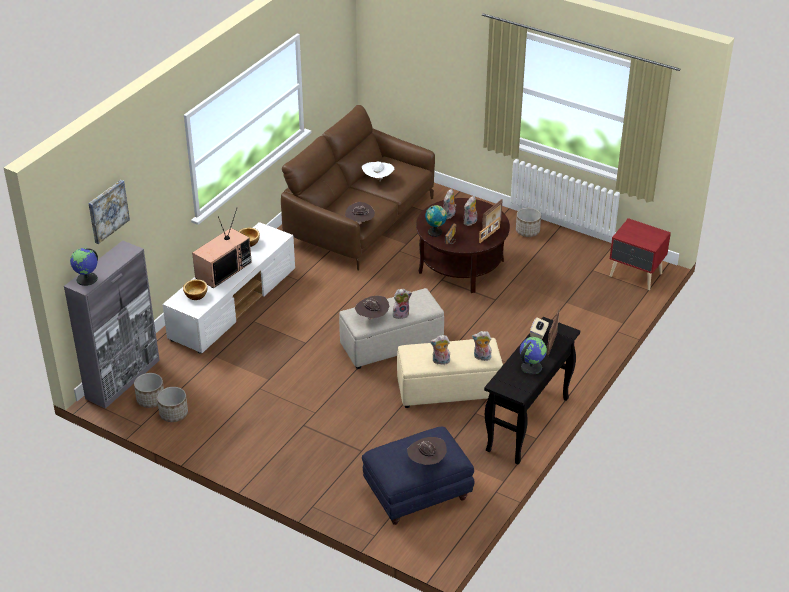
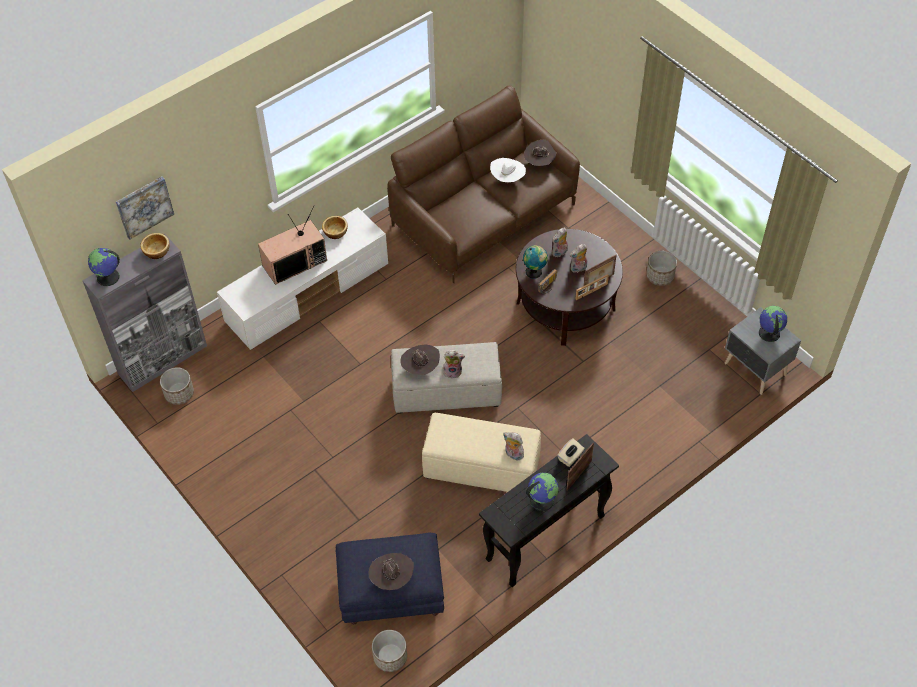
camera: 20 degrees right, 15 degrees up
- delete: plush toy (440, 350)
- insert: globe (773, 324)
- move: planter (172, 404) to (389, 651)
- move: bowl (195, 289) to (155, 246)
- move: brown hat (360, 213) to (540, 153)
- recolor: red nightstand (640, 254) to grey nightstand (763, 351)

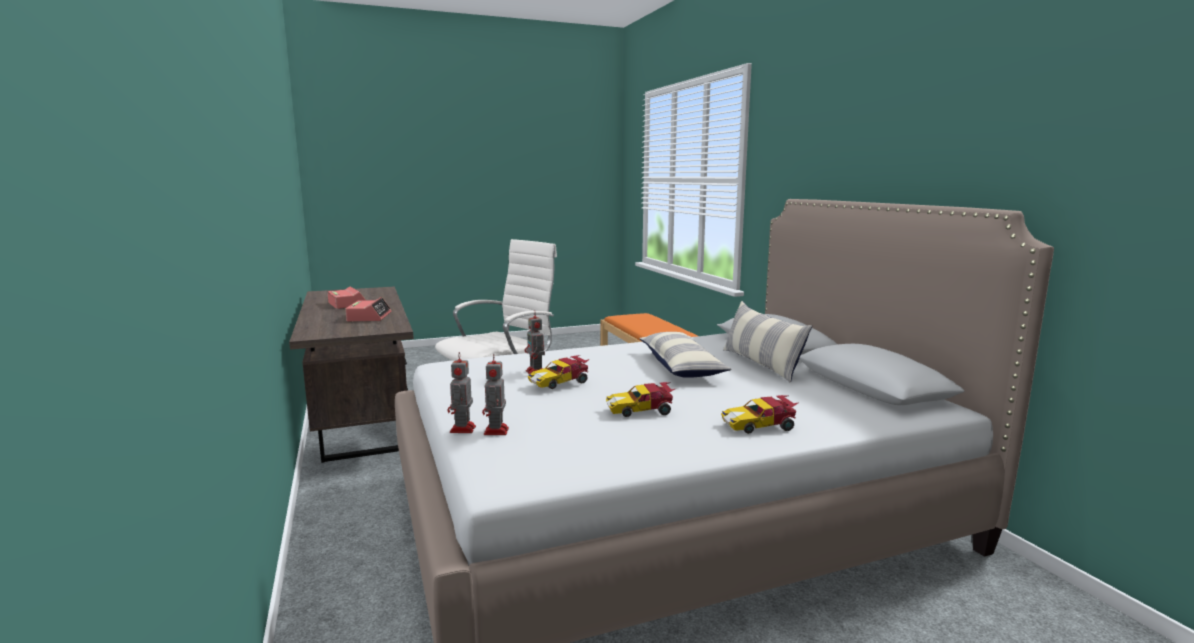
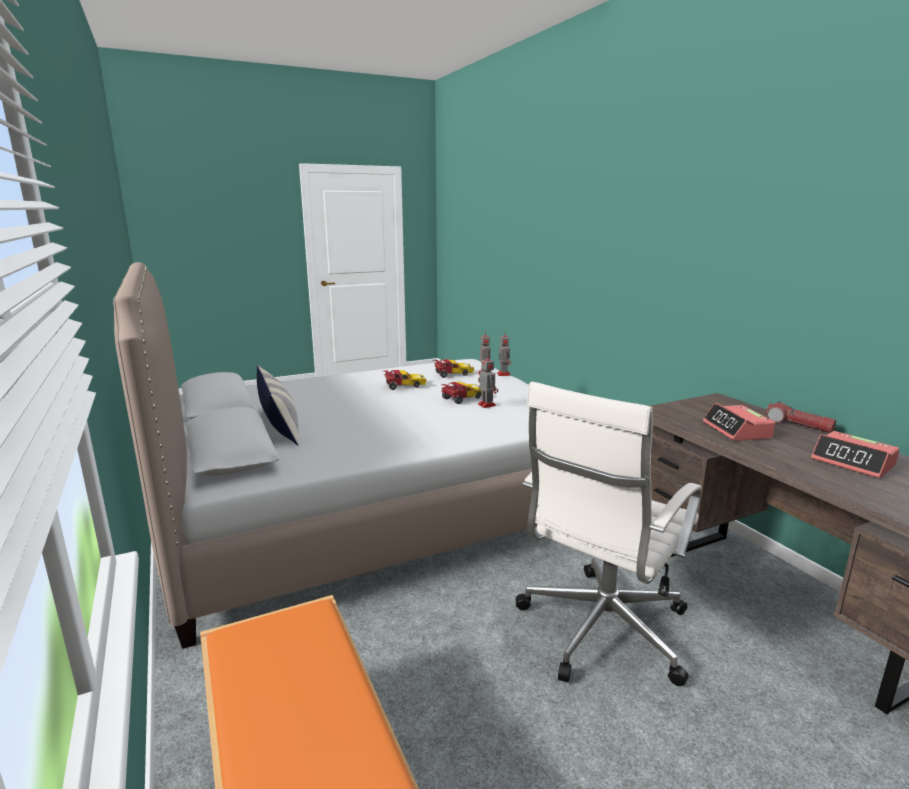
camera: 175 degrees right, 5 degrees up
- delete: pillow (685, 355)
- insert: flashlight (801, 417)
- move: toy car (760, 414) to (453, 368)

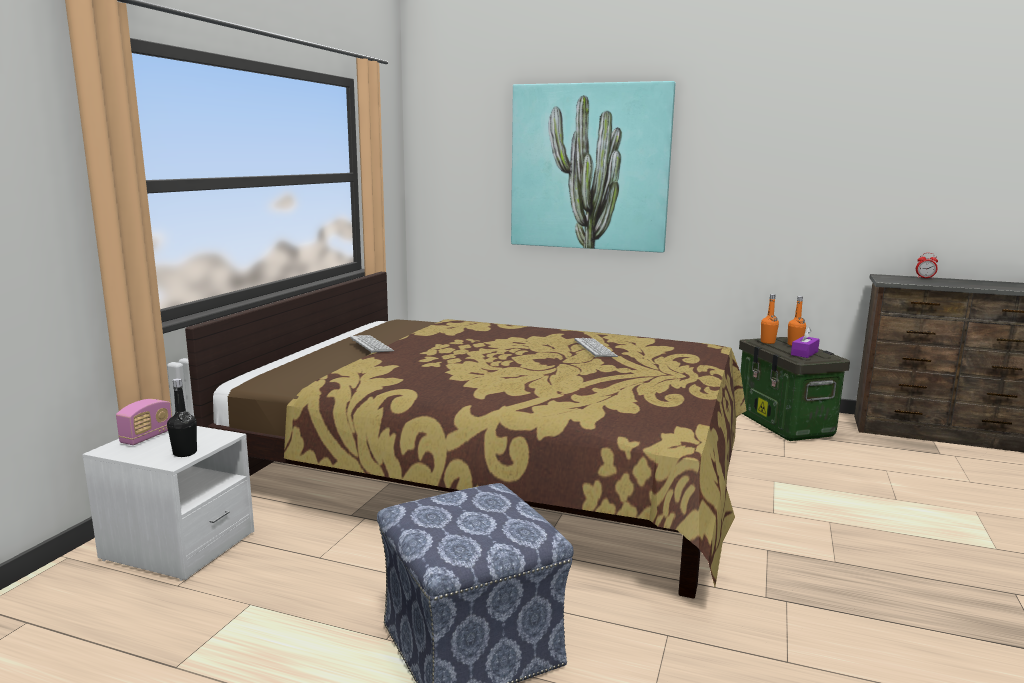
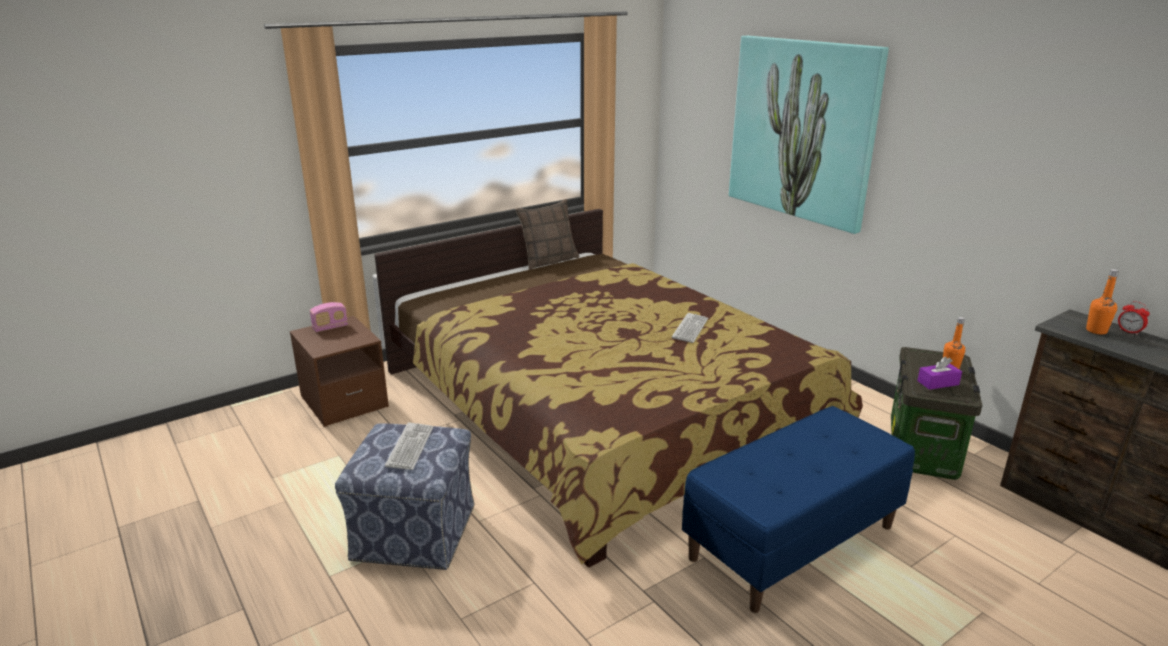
camera: 35 degrees right, 10 degrees up
- delete: black bottle (182, 417)
- insert: pillow (547, 234)
- insert: blue bench (798, 509)
- move: keyboard (372, 344) to (409, 446)
- move: orange bottle (770, 319) to (1102, 302)
- recolor: white nightstand (168, 503) to brown nightstand (339, 371)

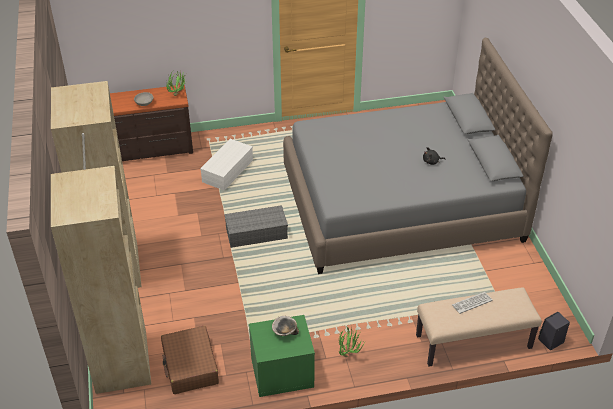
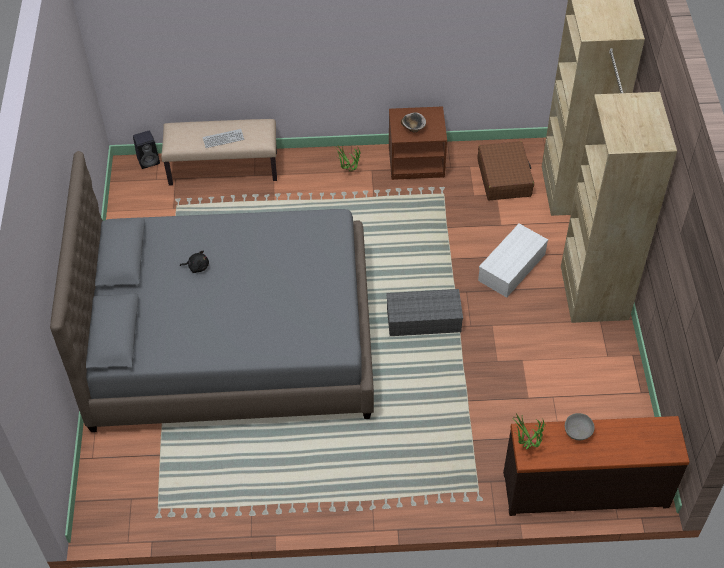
camera: 170 degrees left, 10 degrees up
- move: white storage box (226, 165) to (513, 261)
- recolor: green nightstand (282, 356) to brown nightstand (418, 143)

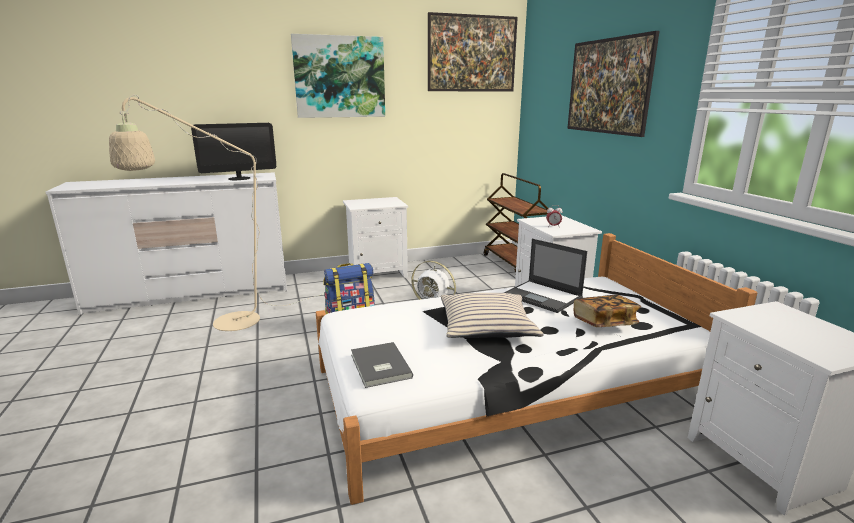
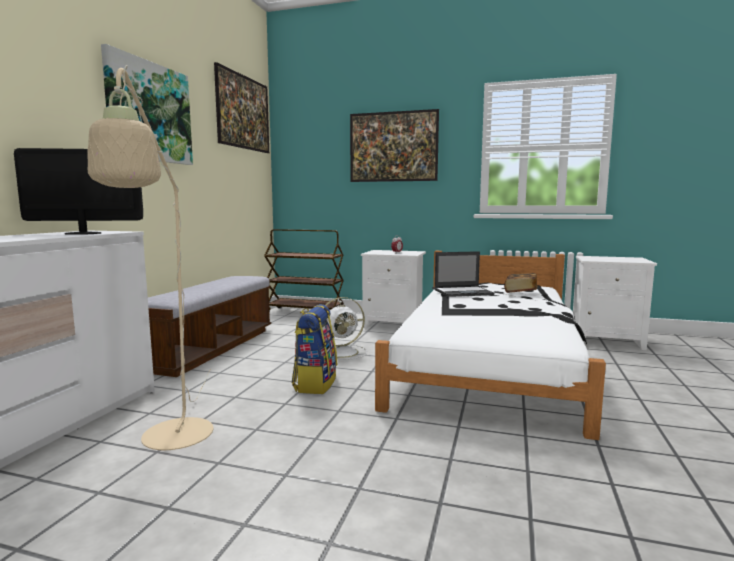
camera: 55 degrees left, 10 degrees down
- delete: grey book (382, 365)
- delete: beige pillow (492, 315)
- replace: white nightstand (375, 237) to bench (209, 326)
- rotate: monitor (233, 152) = (78, 191) 105 degrees counterclockwise

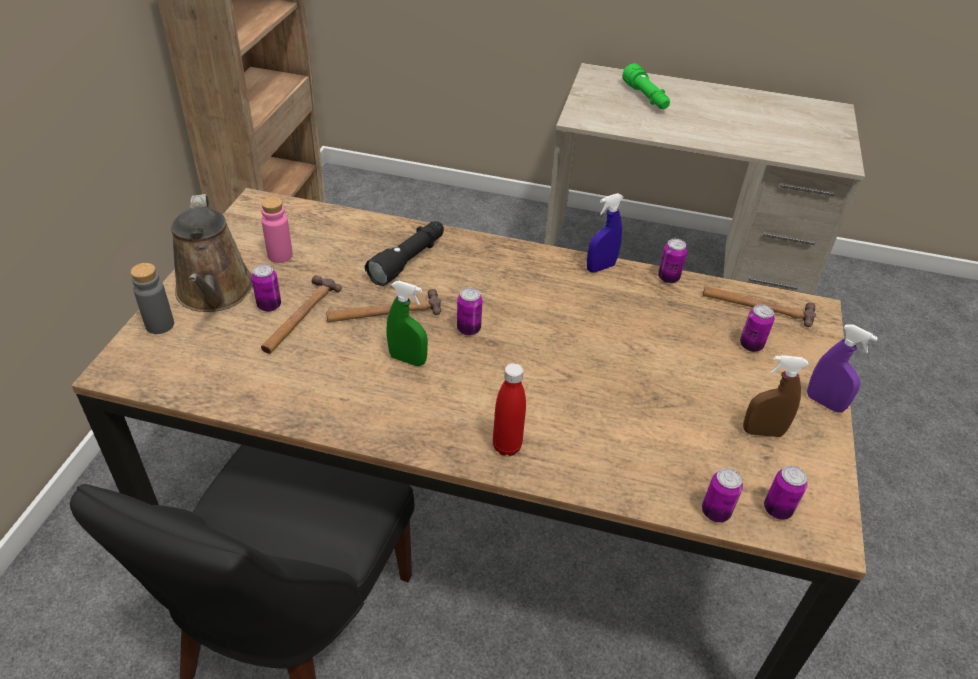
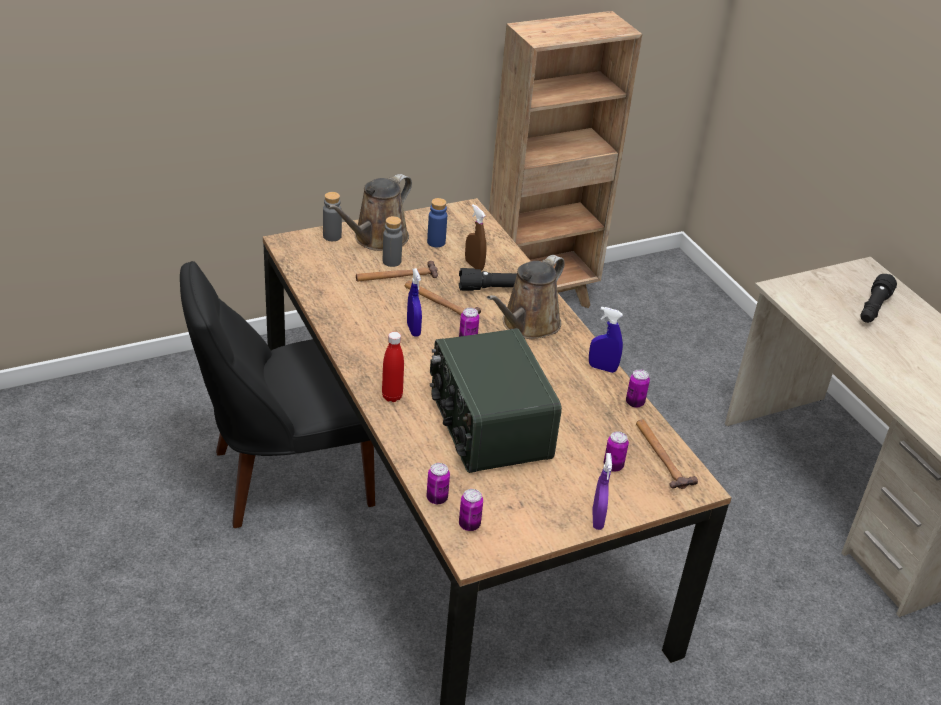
camera: 50 degrees right, 5 degrees down
- insert: radio (496, 400)
- insert: brown watering can (526, 297)
- move: brown spray bottle (776, 396) to (476, 237)
- replace: can (266, 288) to grey bottle (393, 241)
- recolor: pink bottle (277, 230) to blue bottle (437, 222)
- recolor: green spray bottle (407, 323) to blue spray bottle (414, 302)
- recolor: green flashlight (646, 86) to black flashlight (878, 298)

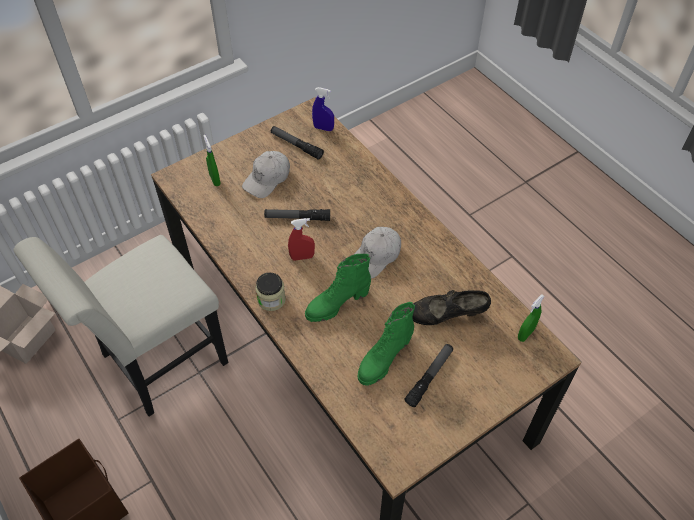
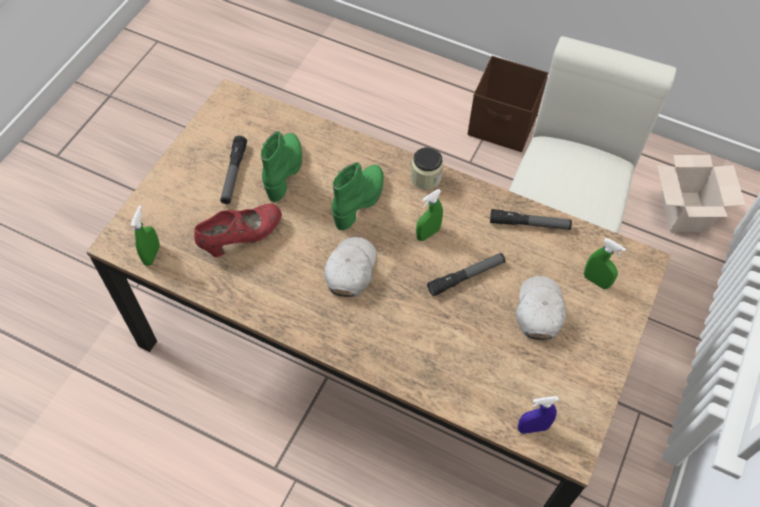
camera: 150 degrees right, 5 degrees up
- move: flashlight (297, 143) to (531, 219)
- recolor: red spray bottle (301, 239) to green spray bottle (429, 215)
- recolor: black shoe (451, 307) to red shoe (238, 230)

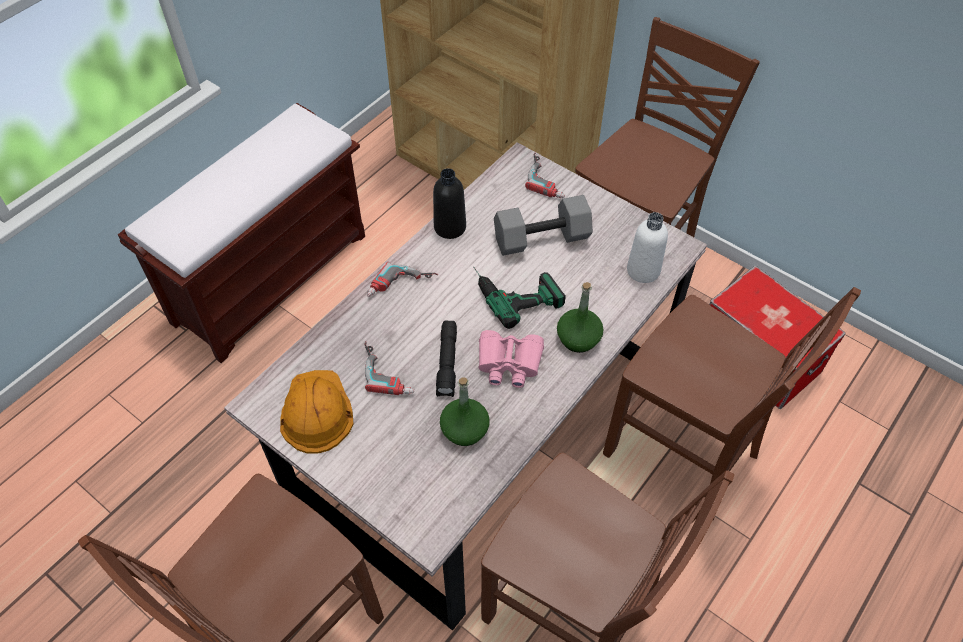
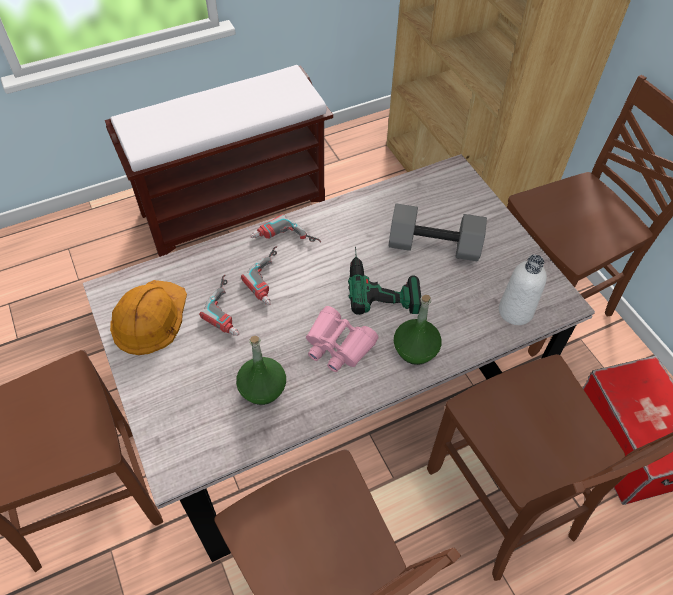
camera: 25 degrees right, 0 degrees up
- delete: black bottle (449, 203)
- delete: black flashlight (446, 359)
- move: power drill (545, 175) to (259, 275)

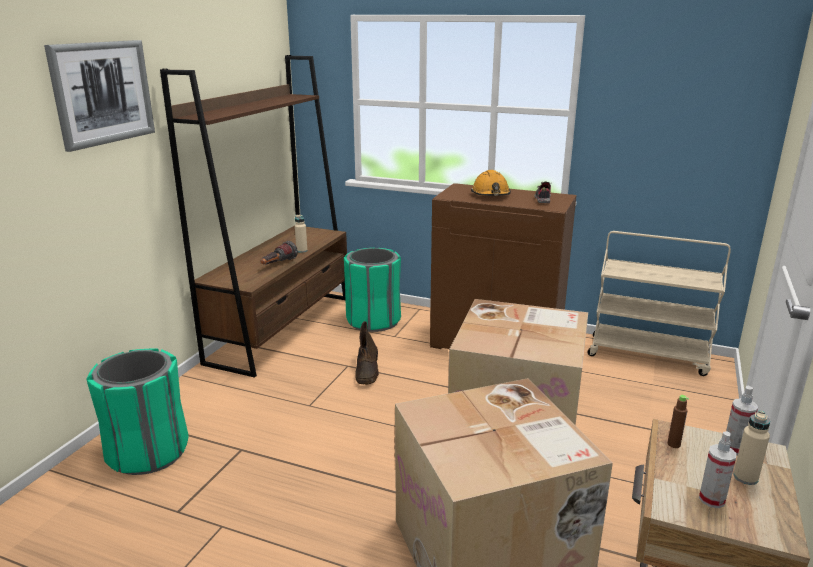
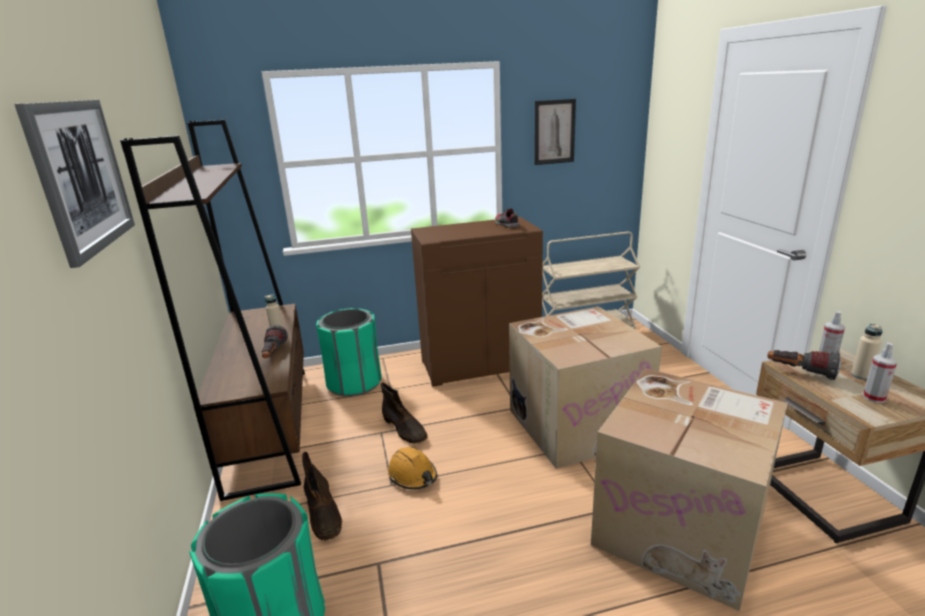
camera: 35 degrees left, 0 degrees up
- insert: brown boot (322, 496)
- insert: picture (555, 132)
- move: orange hard hat (491, 183) to (412, 468)
- replace: brown bottle (678, 421) to flashlight (804, 365)

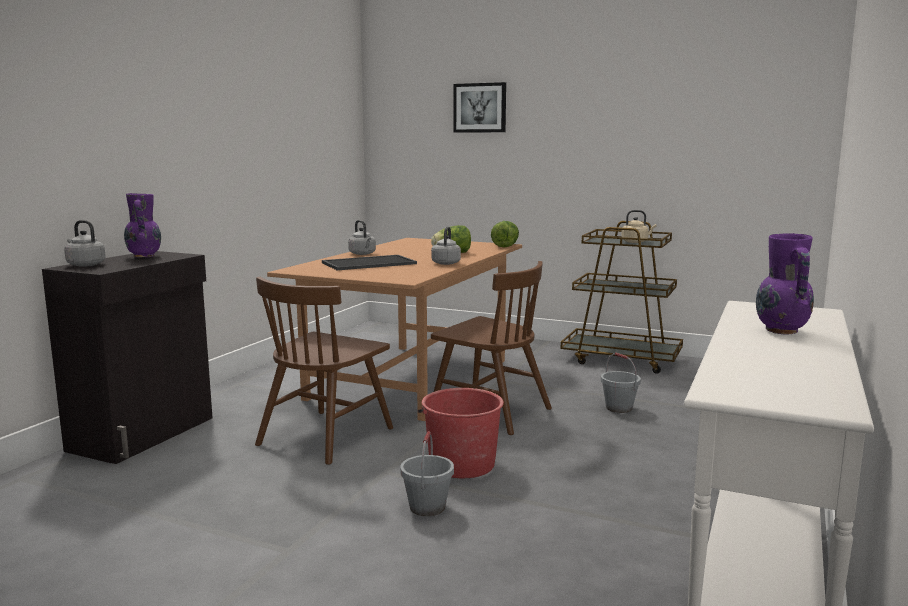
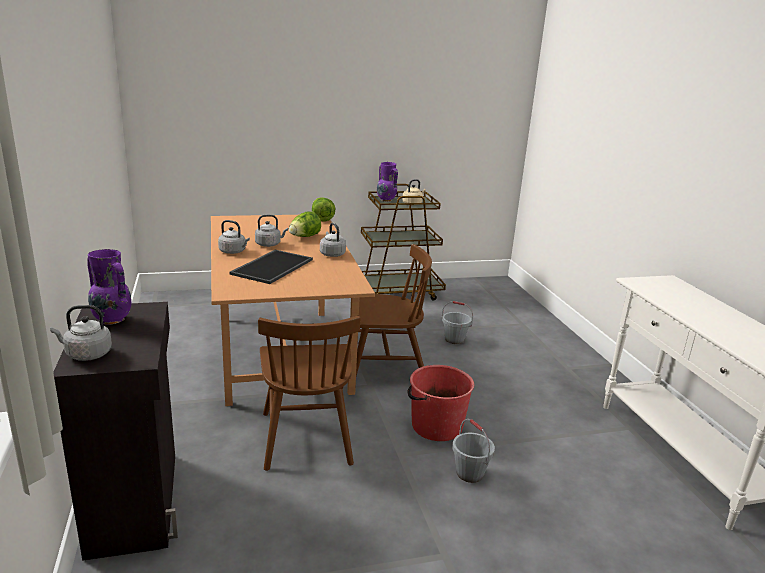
camera: 40 degrees left, 10 degrees up
- delete: picture (479, 107)
- insert: grey kettle (271, 231)
- move: purple vase (785, 283) to (387, 182)

